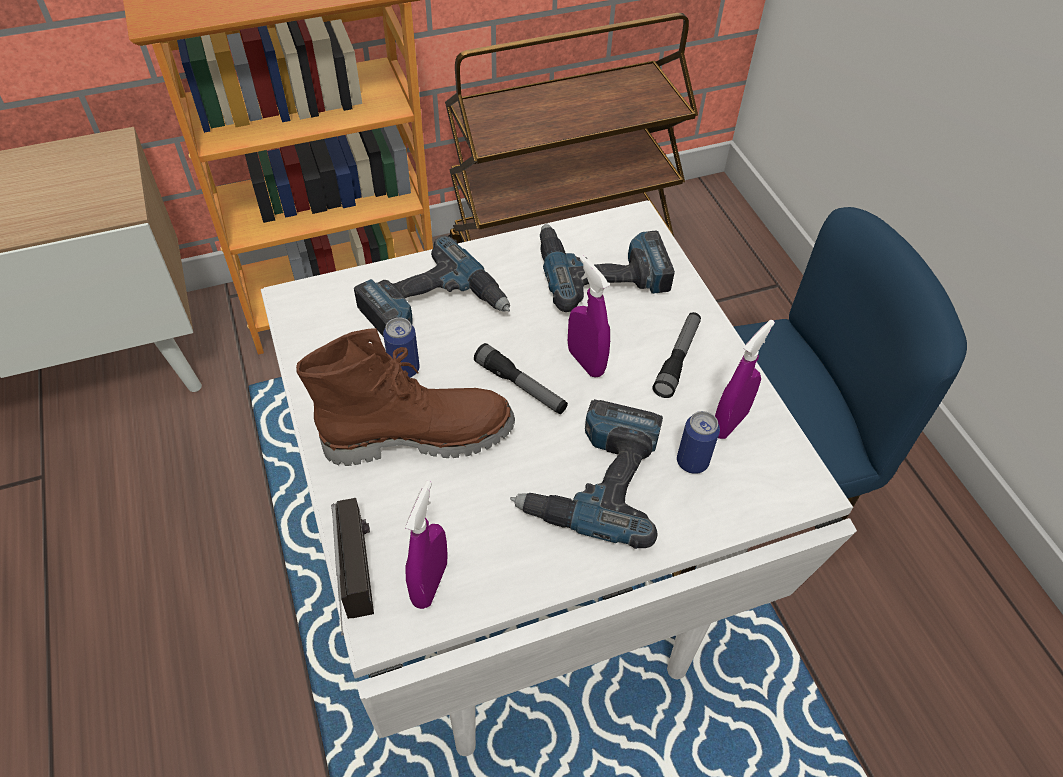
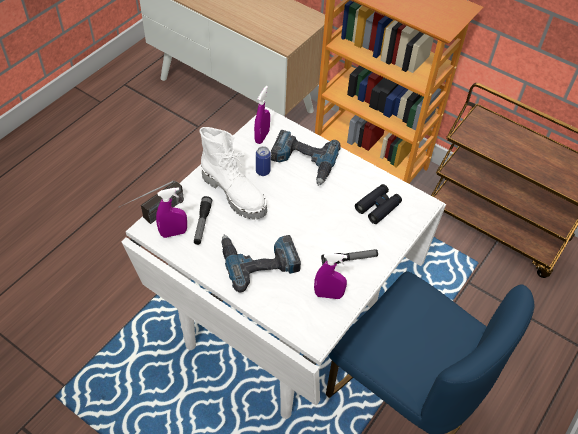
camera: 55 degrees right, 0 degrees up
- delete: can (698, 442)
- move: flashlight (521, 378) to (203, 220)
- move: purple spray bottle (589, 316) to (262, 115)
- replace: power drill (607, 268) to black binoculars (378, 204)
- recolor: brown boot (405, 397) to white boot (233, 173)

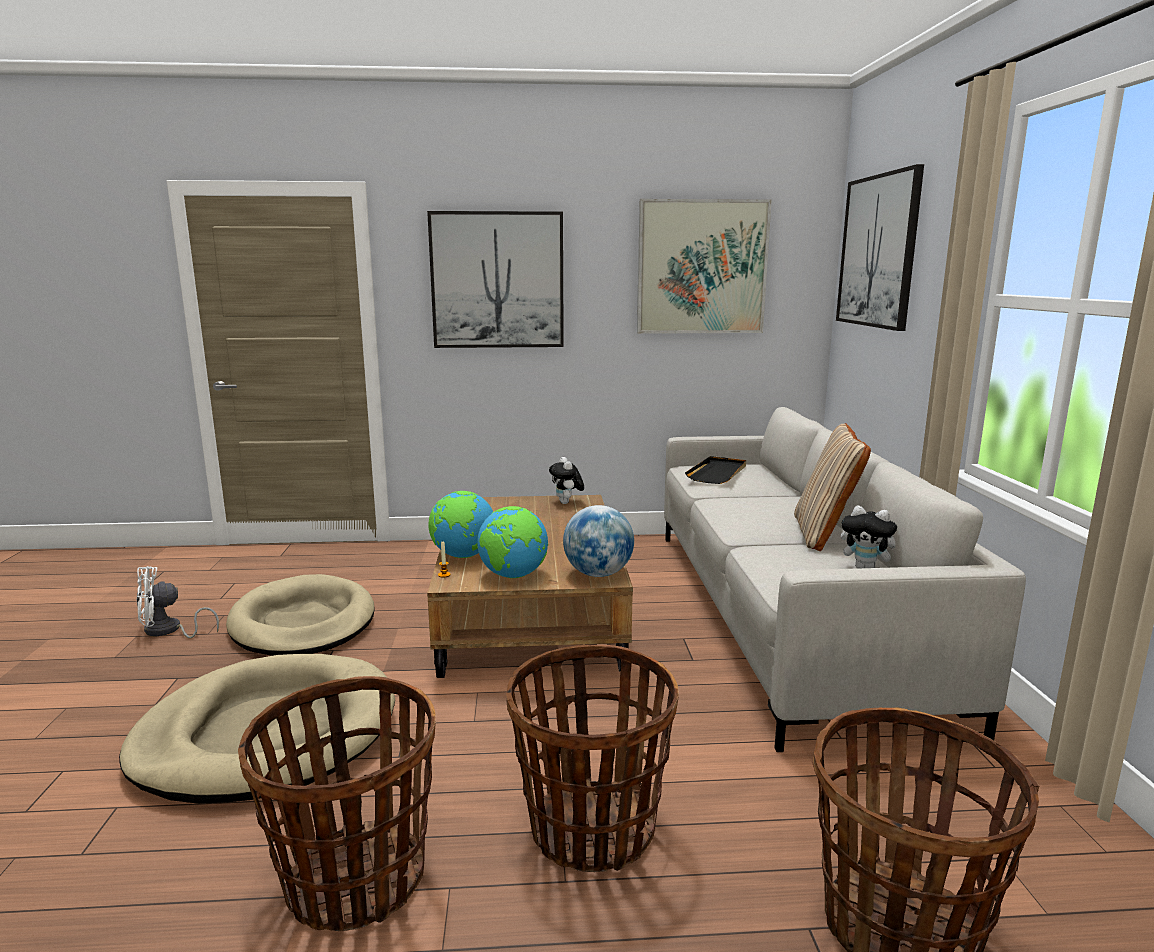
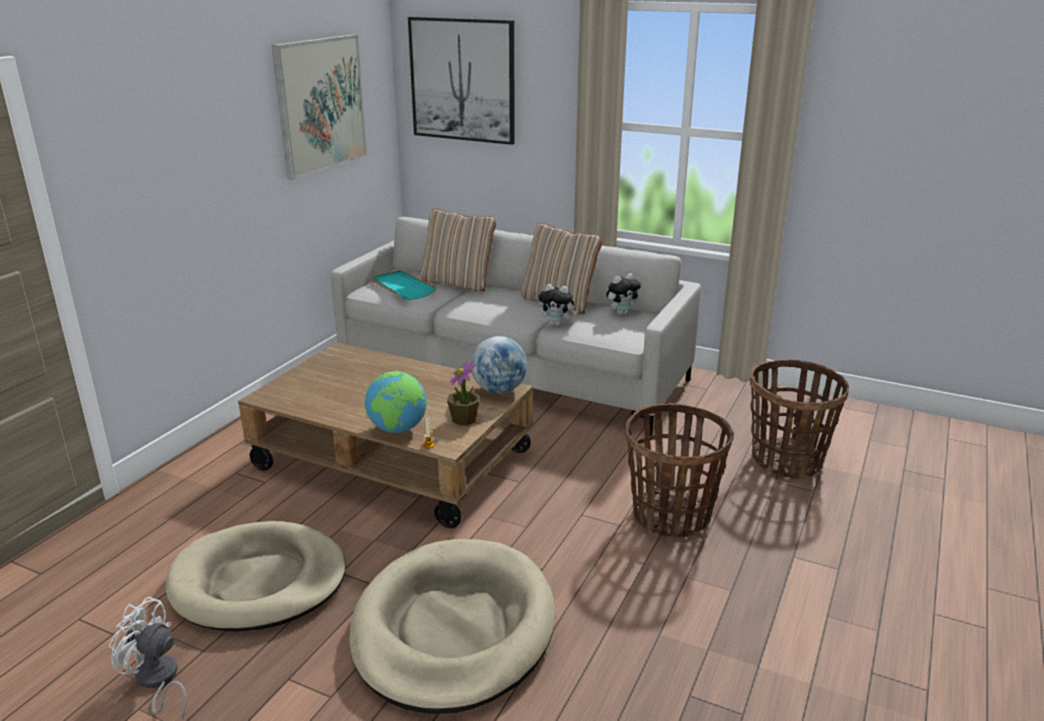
camera: 60 degrees left, 10 degrees up
- delete: basket (337, 803)
- delete: picture (495, 279)
- insert: beige pillow (458, 250)
- move: plush toy (566, 480) to (558, 305)
- replace: globe (512, 542) to potted plant (463, 393)
- recolor: black tray (715, 470) to turquoise tray (404, 285)
- rotate: white fan (177, 602) = (148, 658) 105 degrees clockwise

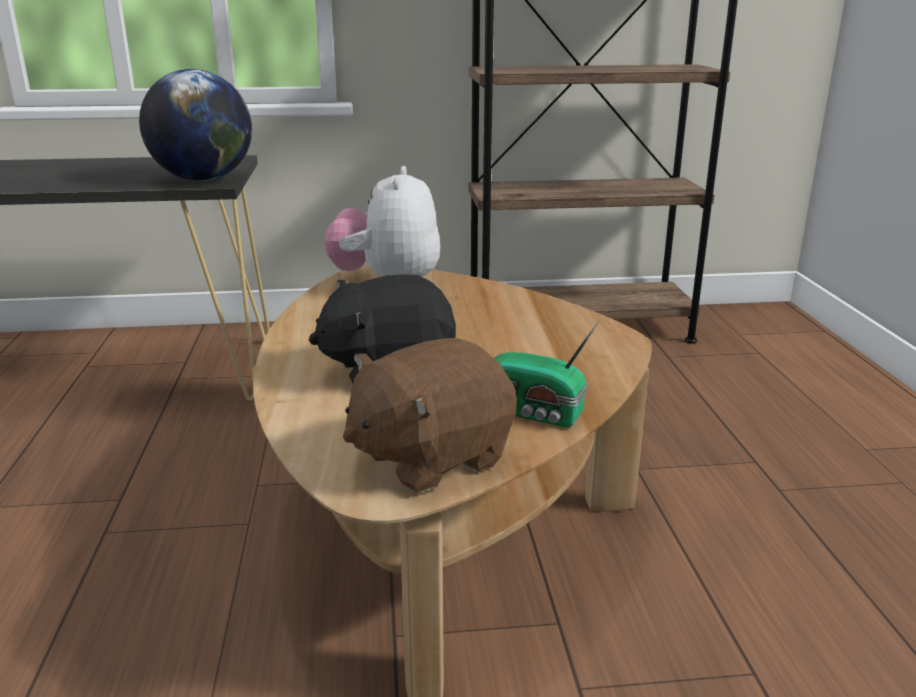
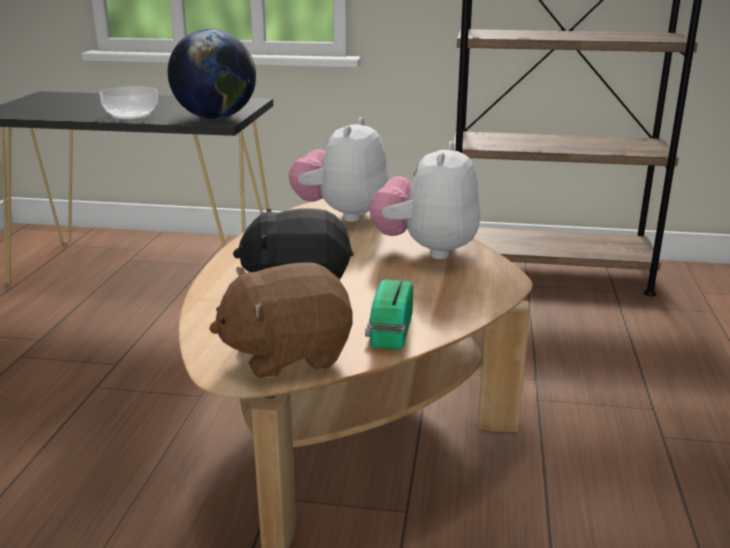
camera: 15 degrees right, 0 degrees up
- insert: bowl (128, 102)
- insert: plush toy (425, 200)
- rotate: radio (546, 374) = (389, 312) 60 degrees clockwise

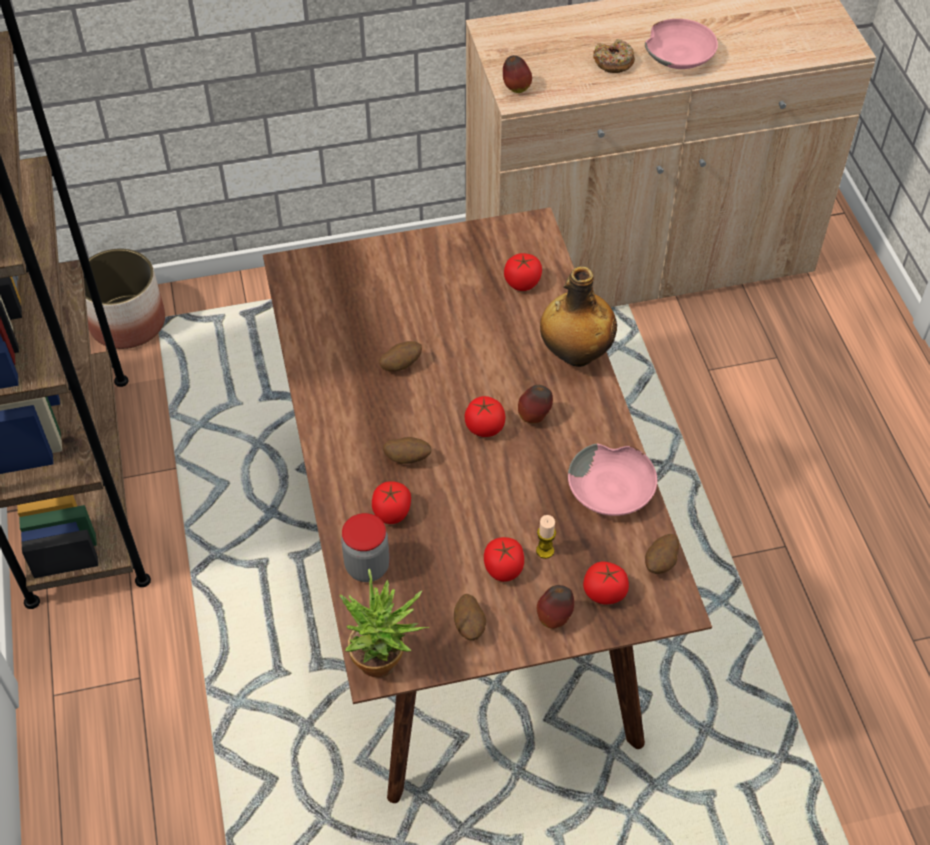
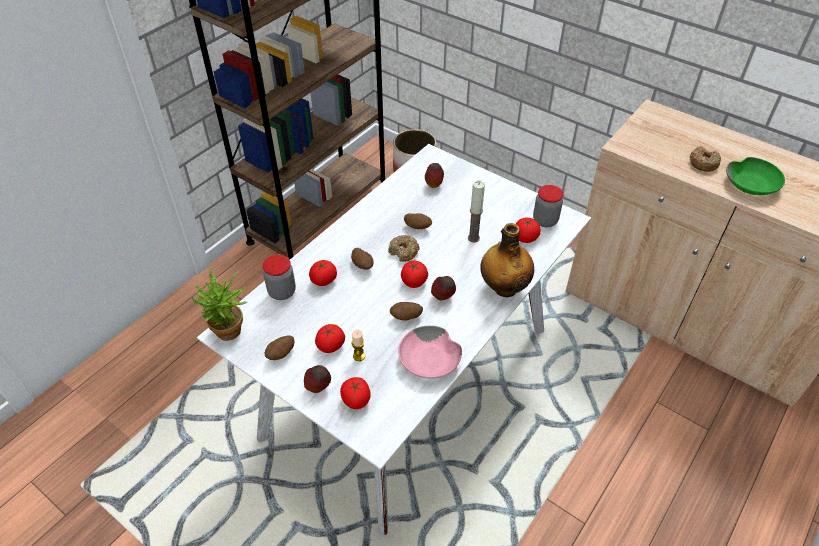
camera: 50 degrees right, 5 degrees down
- insert: donut (404, 248)
- insert: candle (476, 211)
- insert: jar (548, 206)
- move: apple (517, 74) to (434, 175)
- move: potato (662, 554) to (406, 311)
- recolor: brown dining table (487, 505) to white dining table (394, 339)
- recolor: pink bowl (681, 44) to green bowl (755, 176)

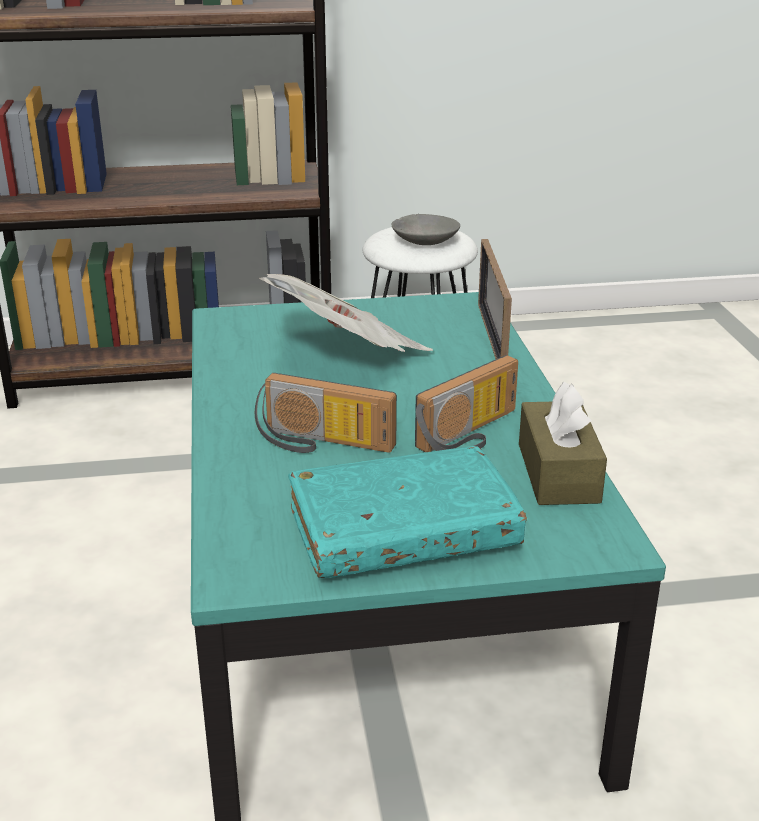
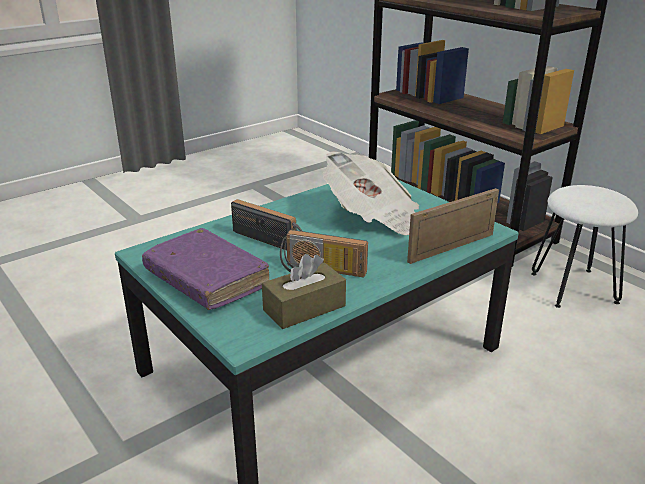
camera: 60 degrees right, 0 degrees up
- delete: grey bowl (426, 229)
- recolor: turquoise book (407, 512) to purple book (205, 269)
- rotate: radio (326, 413) = (266, 224) 135 degrees clockwise

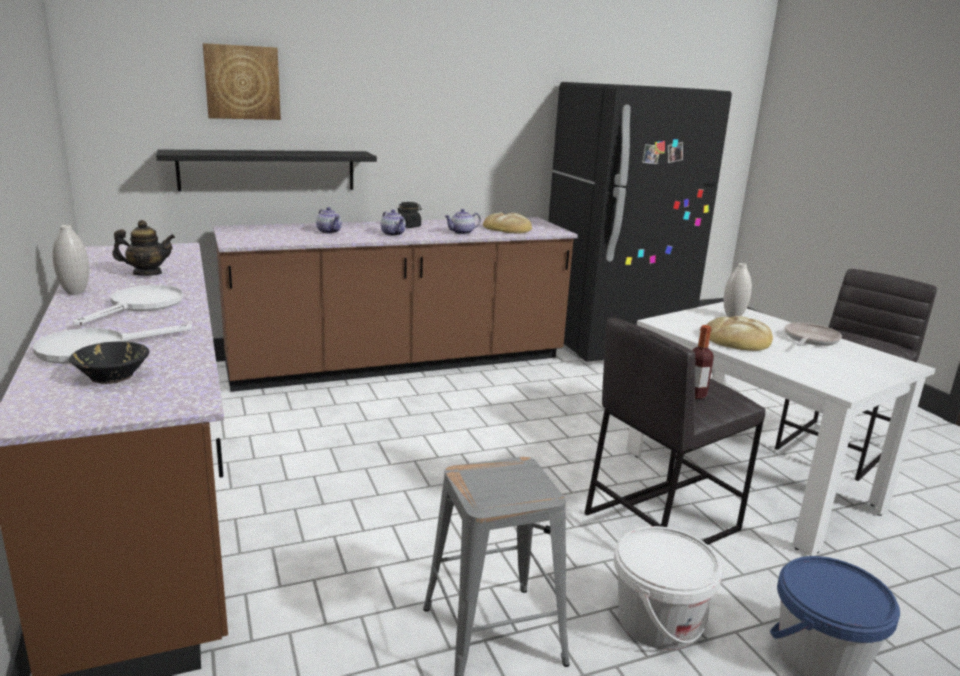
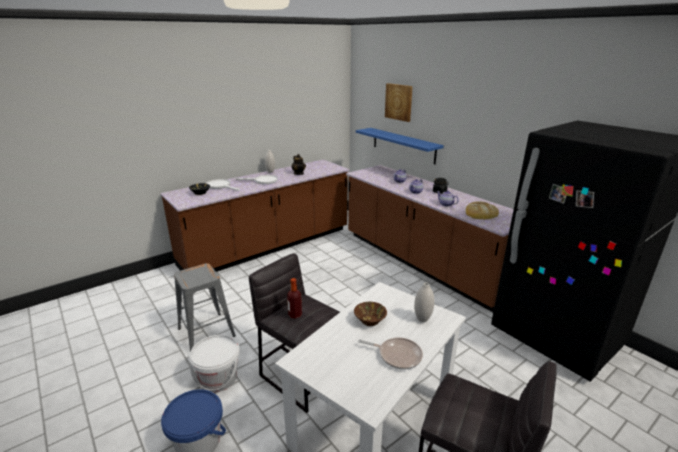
camera: 75 degrees right, 5 degrees up
- replace: bread (740, 333) to brown bowl (370, 314)
- recolor: black shelf (266, 170) to blue shelf (400, 146)

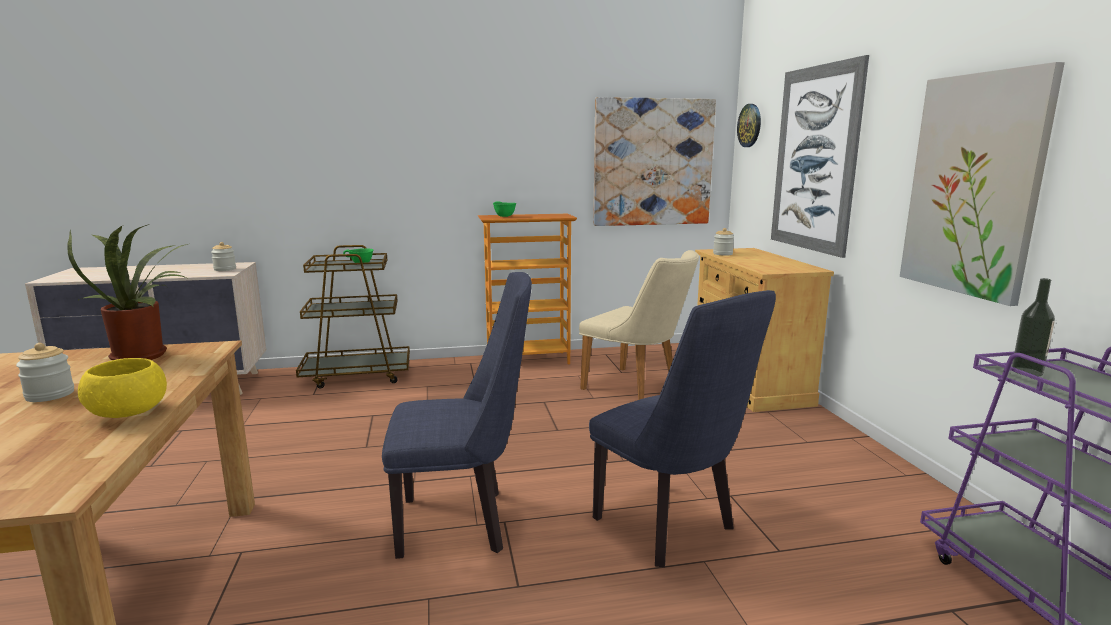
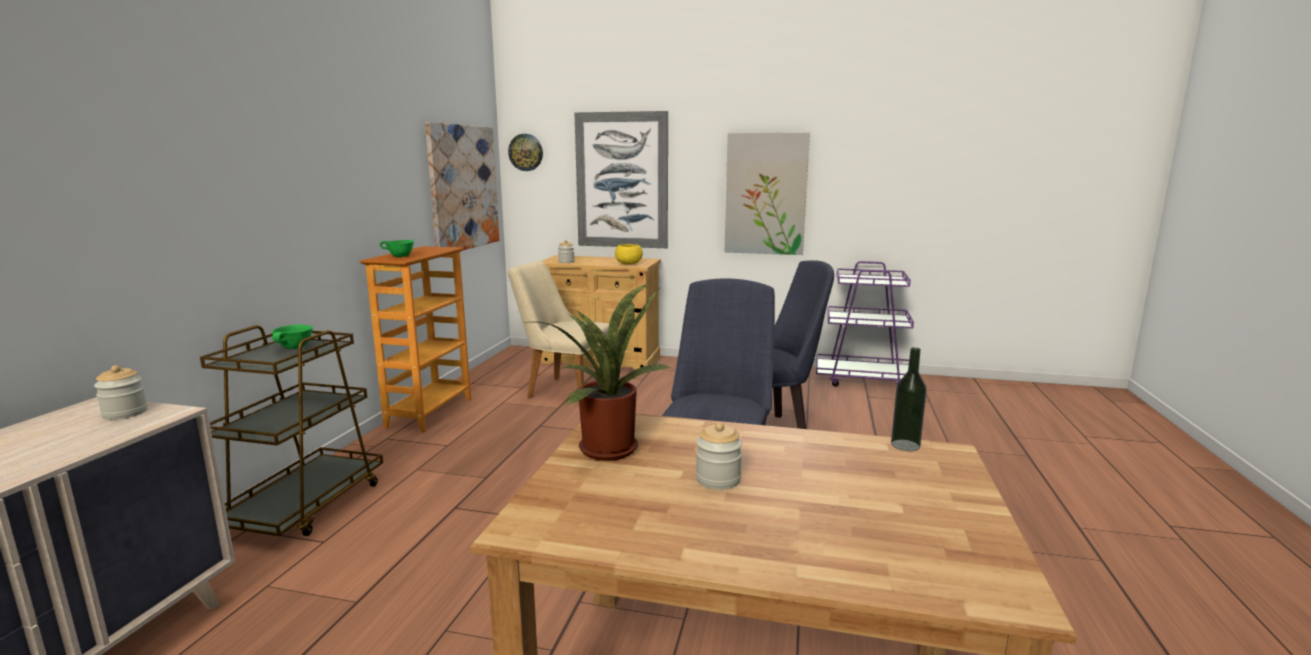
camera: 65 degrees left, 0 degrees up
- move: yellow bowl (122, 388) to (629, 254)
- move: bottle (1033, 327) to (909, 399)
- rotate: beige chair (639, 325) = (558, 330) 135 degrees counterclockwise

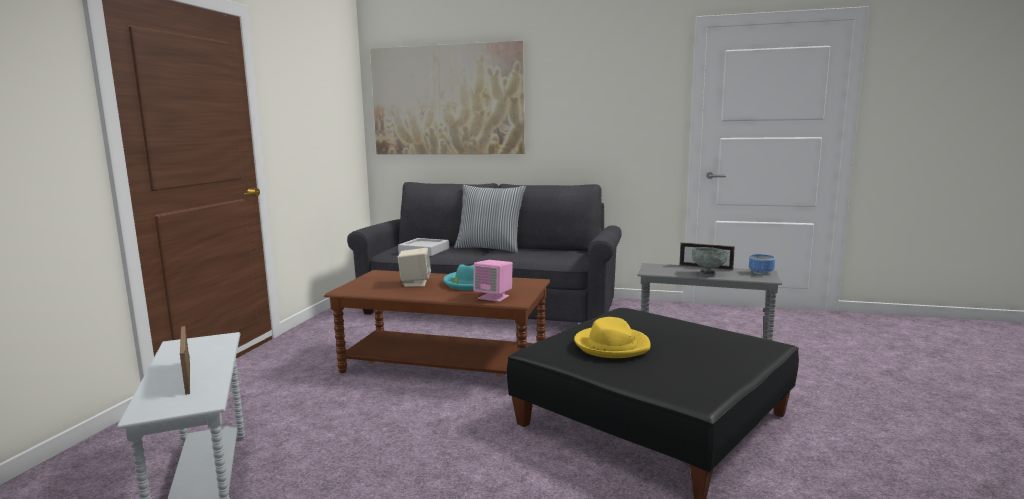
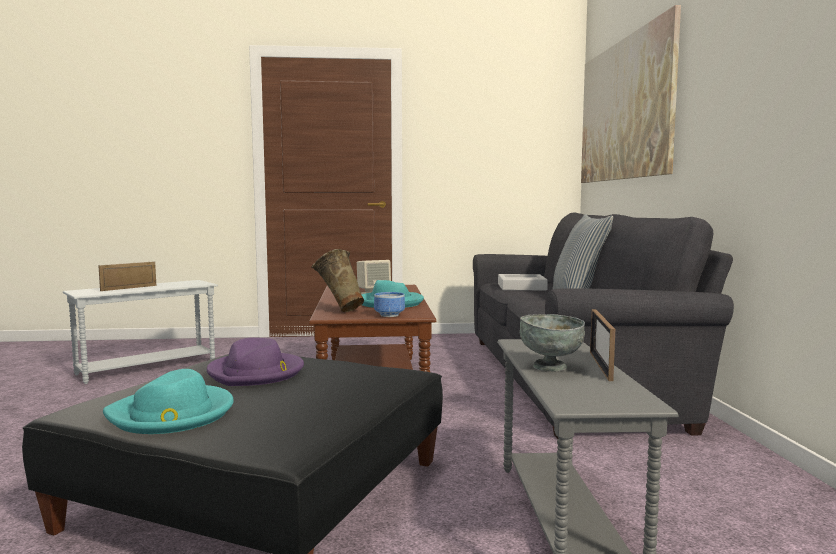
camera: 70 degrees right, 5 degrees down
- insert: turquoise hat (168, 401)
- move: bowl (762, 264) to (389, 304)
- replace: pink speaker (493, 281) to beige vase (337, 280)
- recolor: yellow hat (612, 337) to purple hat (255, 362)

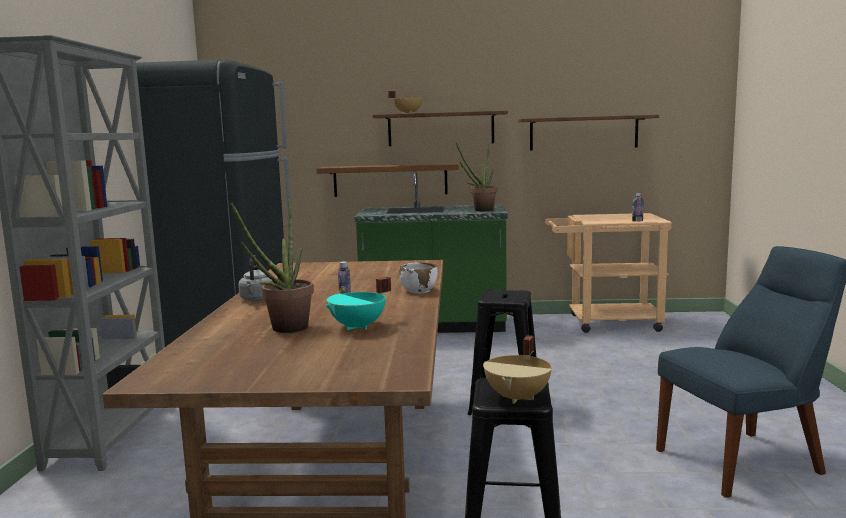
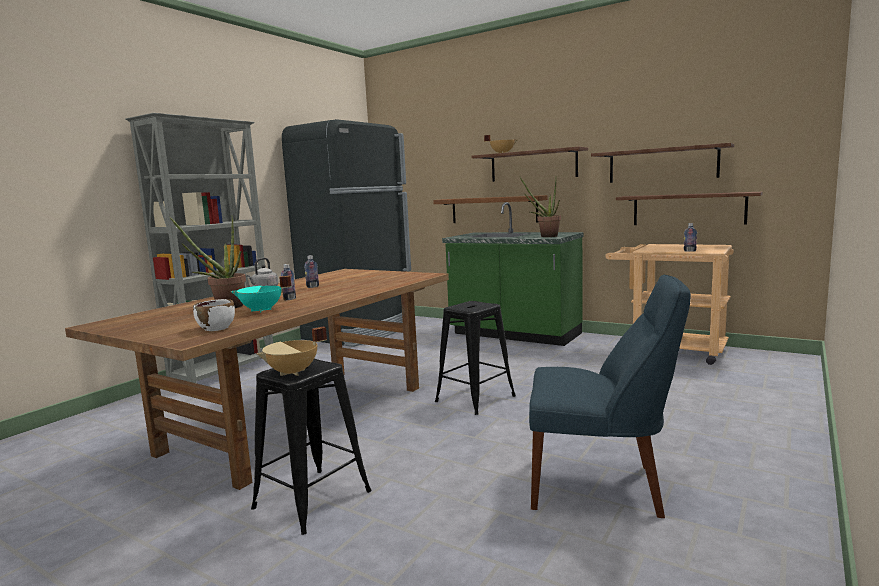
camera: 30 degrees right, 0 degrees up
- insert: bottle (311, 271)
- insert: brown shelf (689, 208)
- move: white bowl (418, 277) to (214, 315)

